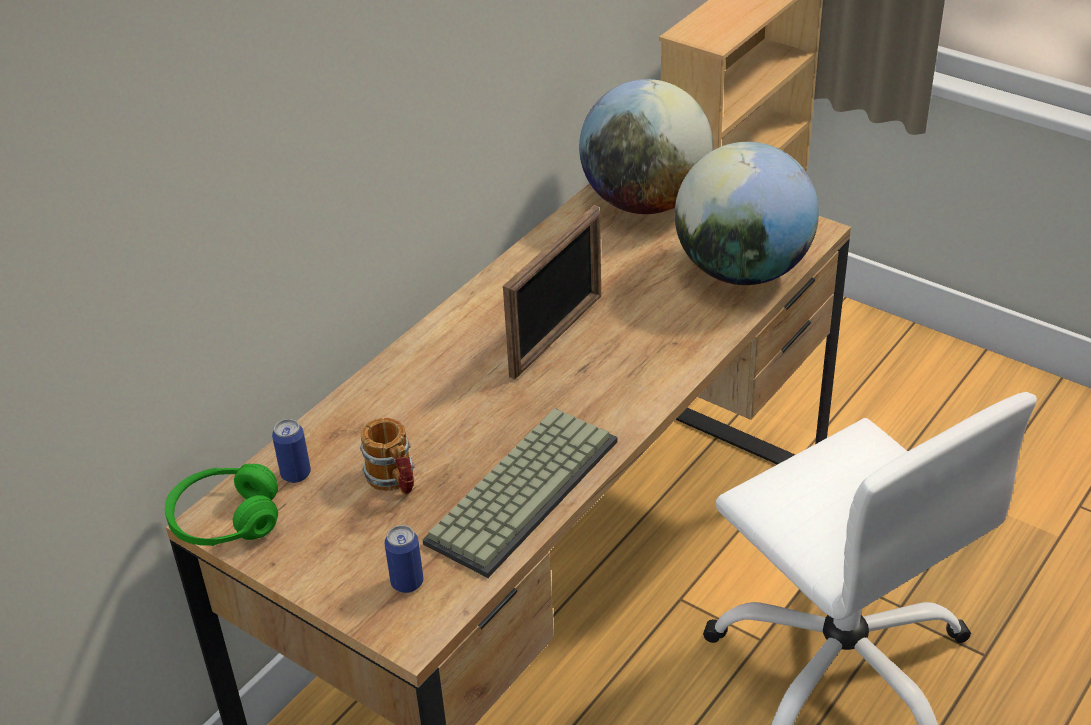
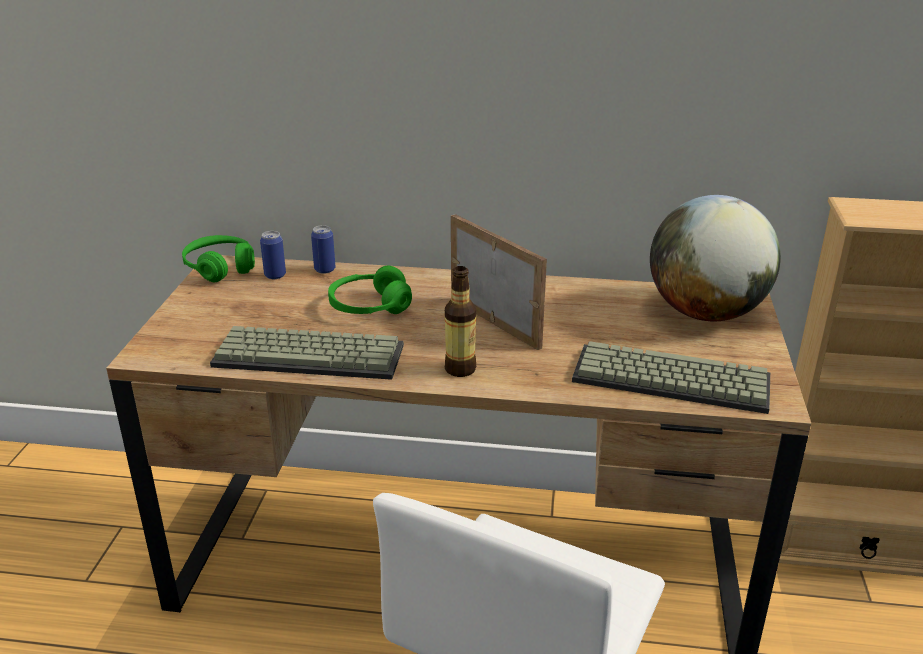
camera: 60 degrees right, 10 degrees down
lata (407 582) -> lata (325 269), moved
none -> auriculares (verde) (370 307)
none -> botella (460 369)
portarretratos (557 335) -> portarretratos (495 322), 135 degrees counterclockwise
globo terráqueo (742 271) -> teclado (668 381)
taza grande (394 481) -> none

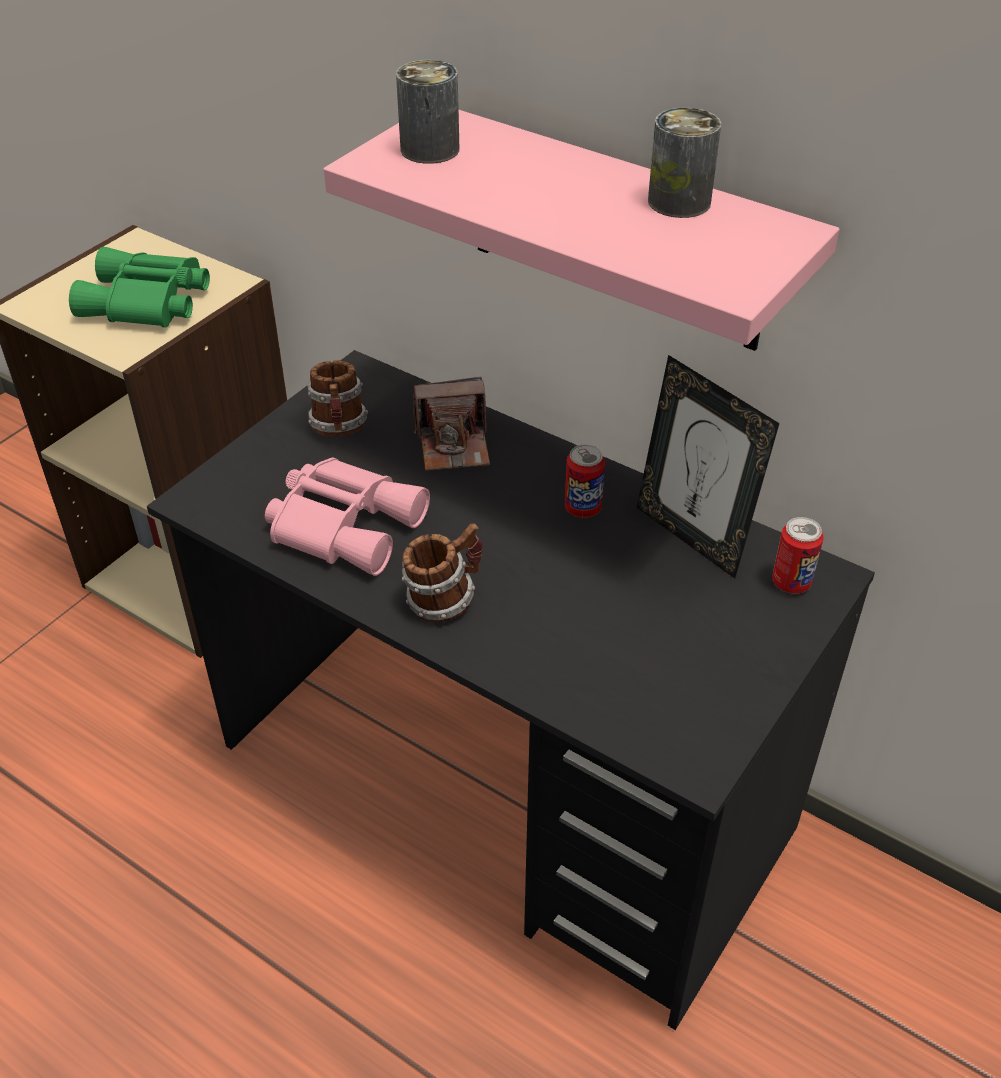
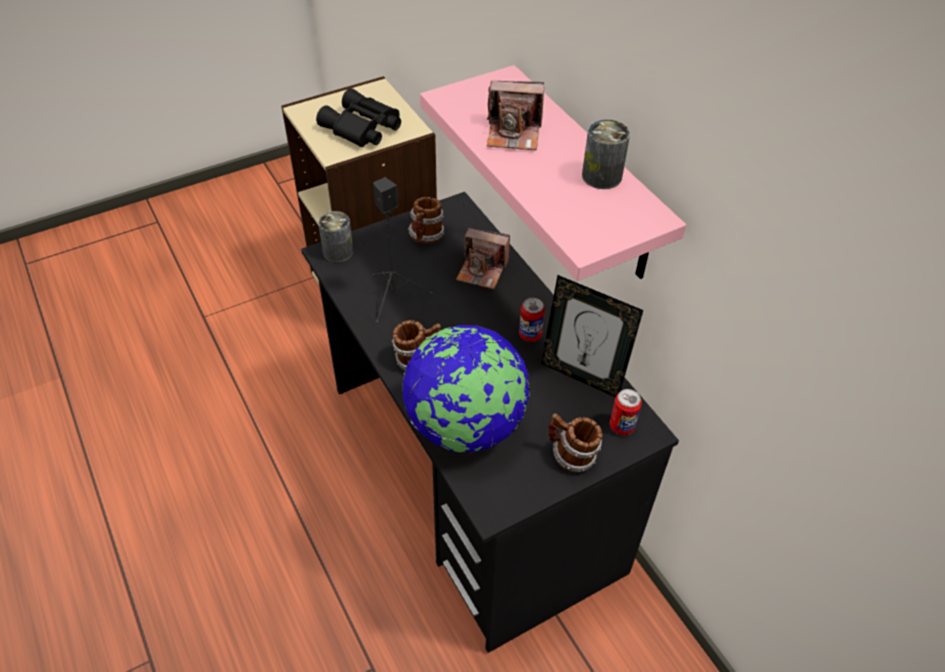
camera: 25 degrees right, 5 degrees up
prismáticos (verde) (147 303) -> prismáticos (negro) (361 128)
lata (430 149) -> lata (338 252), moved
prismáticos (rosa) (345 523) -> altavoz (negro) (394 296)
none -> globo terráqueo (465 426)
none -> cámara (514 133)
portarretratos (692 537) -> portarretratos (582 376), 45 degrees counterclockwise
none -> taza grande (571 456)

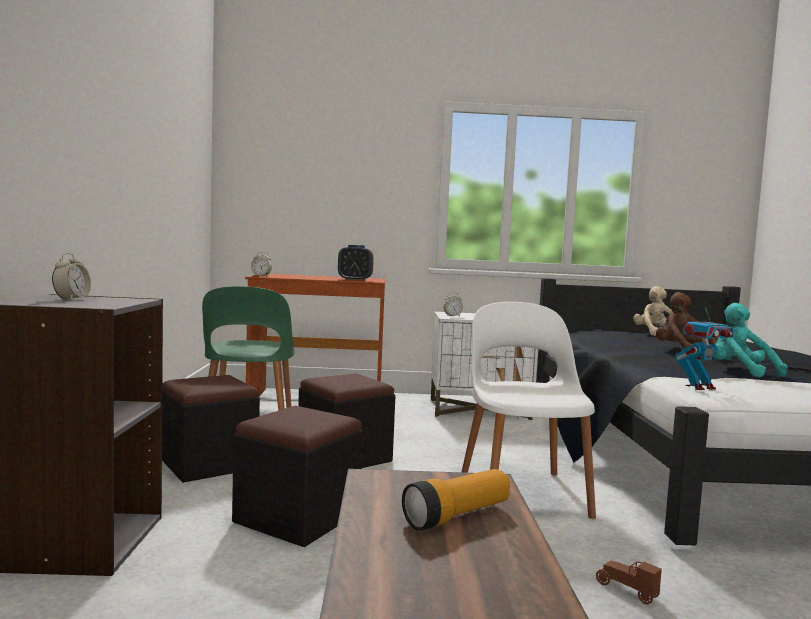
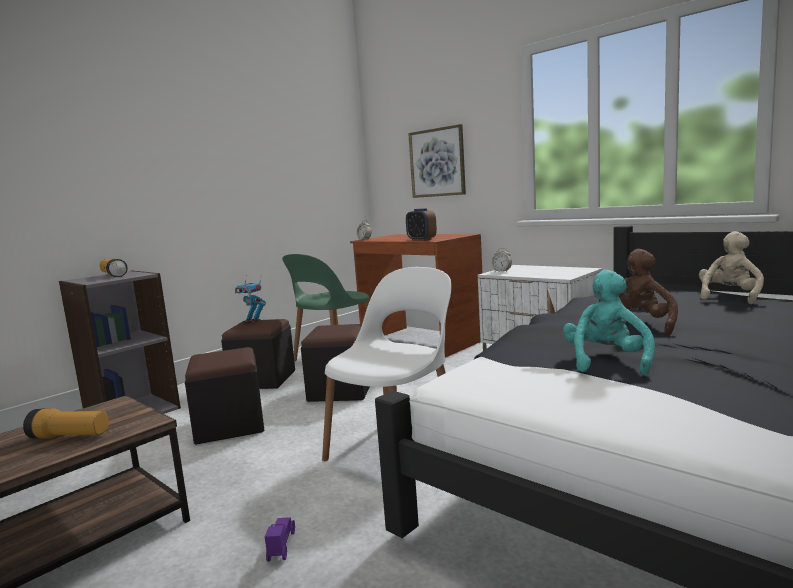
camera: 45 degrees right, 5 degrees up
despertador (72 299) -> linterna (113 275)
robot de juguete (700 387) -> robot de juguete (253 320), moved
coche de juguete (marrón) (626 590) -> coche de juguete (morado) (281 546)
none -> cuadro (437 162)

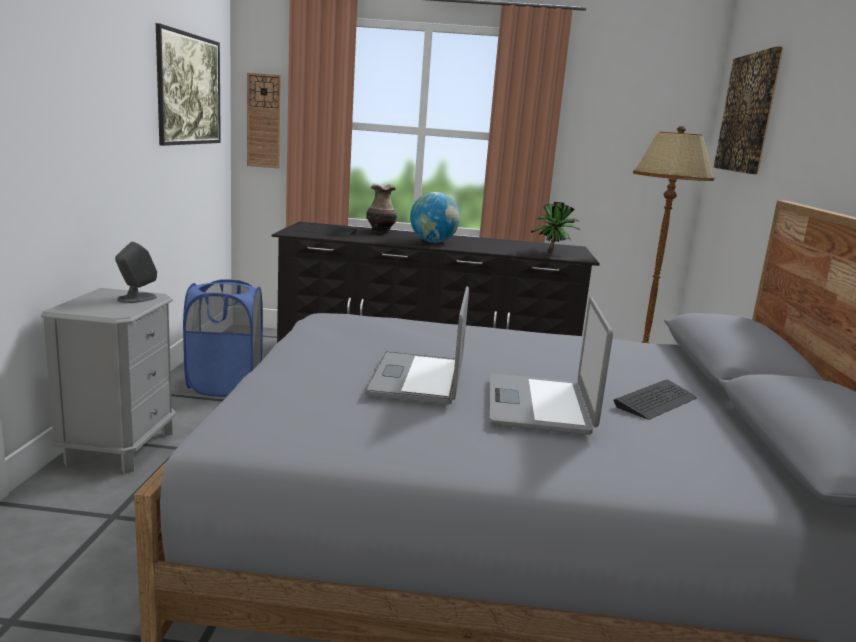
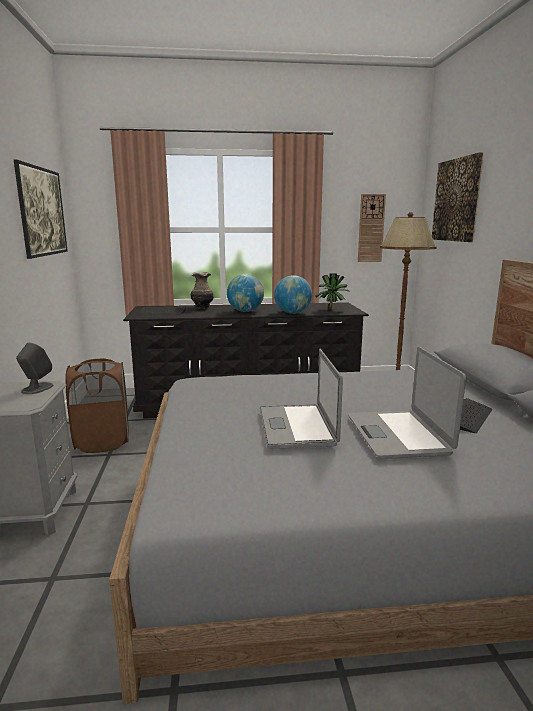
camera: 10 degrees left, 0 degrees up
cesto de la ropa (azul) (225 385) -> cesto de la ropa (marrón) (103 441)
none -> globo terráqueo (292 313)
reloj de pared (264 121) -> reloj de pared (371 228), moved

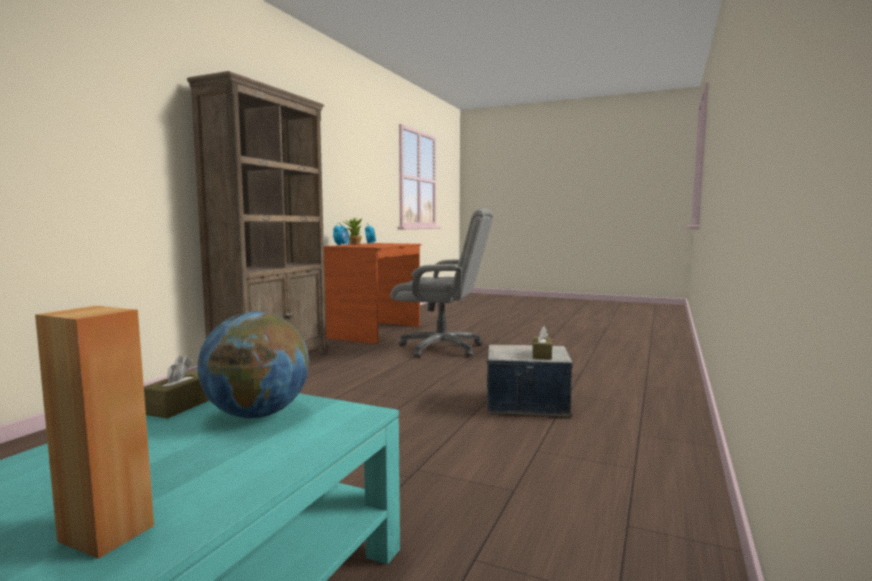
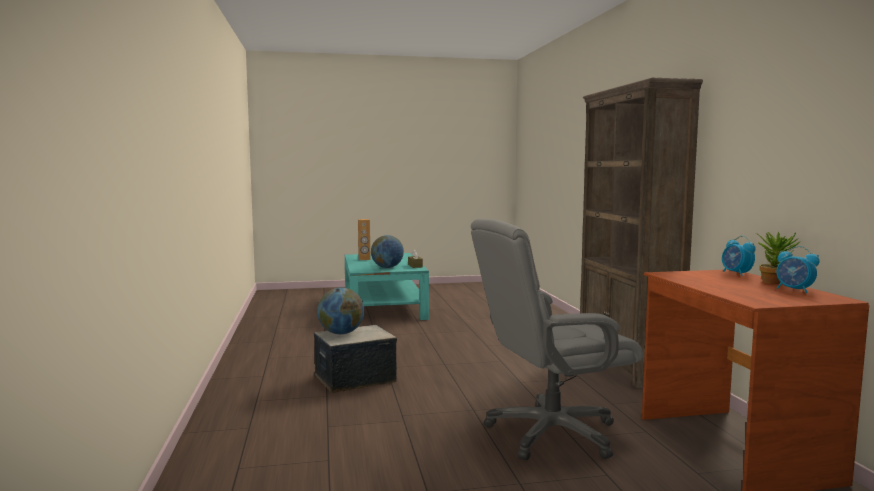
camera: 145 degrees right, 0 degrees up
caja de pañuelos (marrón) (541 354) -> globo terráqueo (341 333)

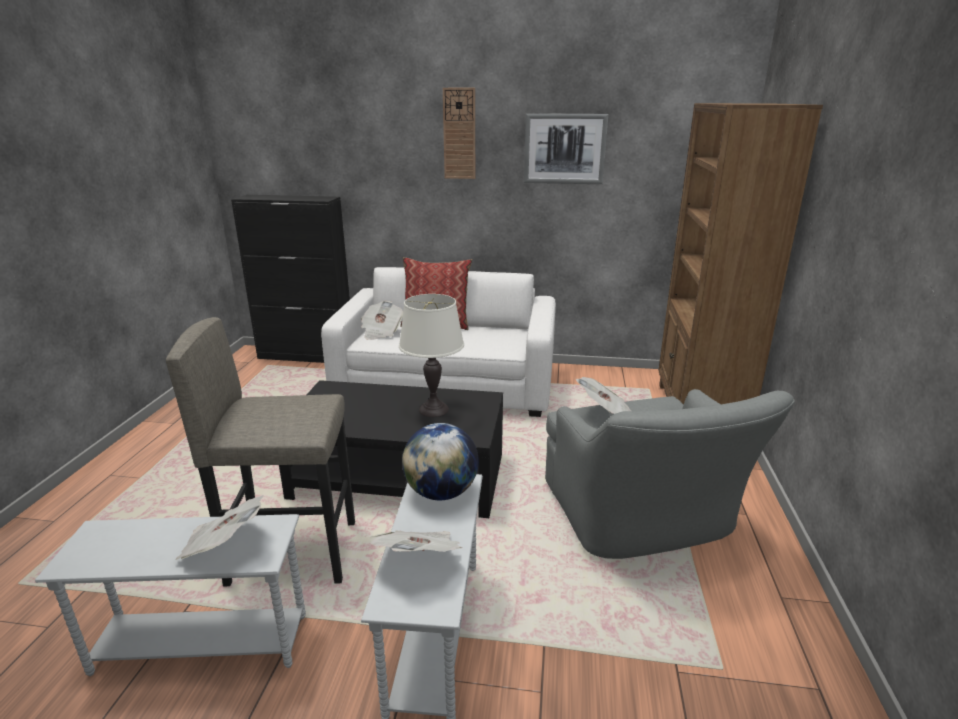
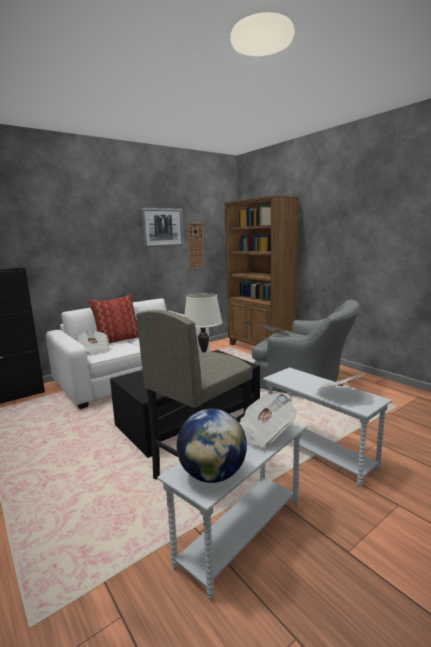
camera: 45 degrees left, 10 degrees down
globo terráqueo (441 492) -> globo terráqueo (212 475), moved
reloj de pared (459 134) -> reloj de pared (195 246), moved

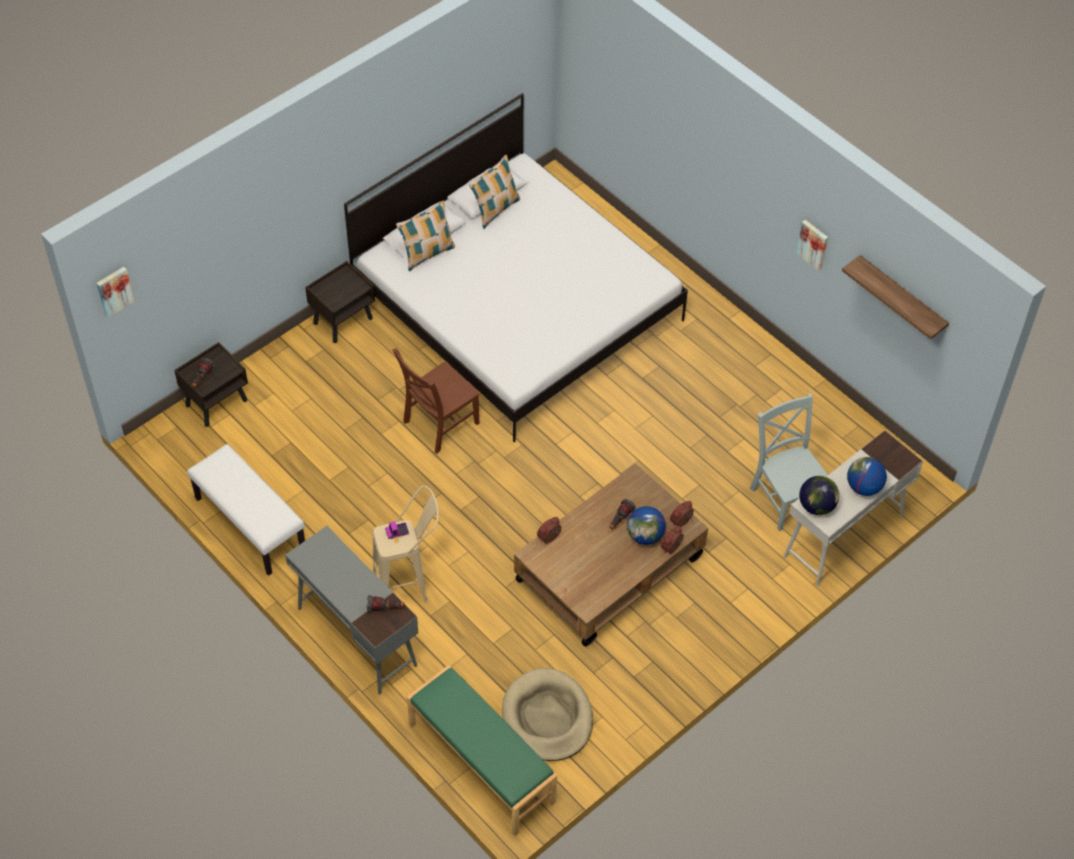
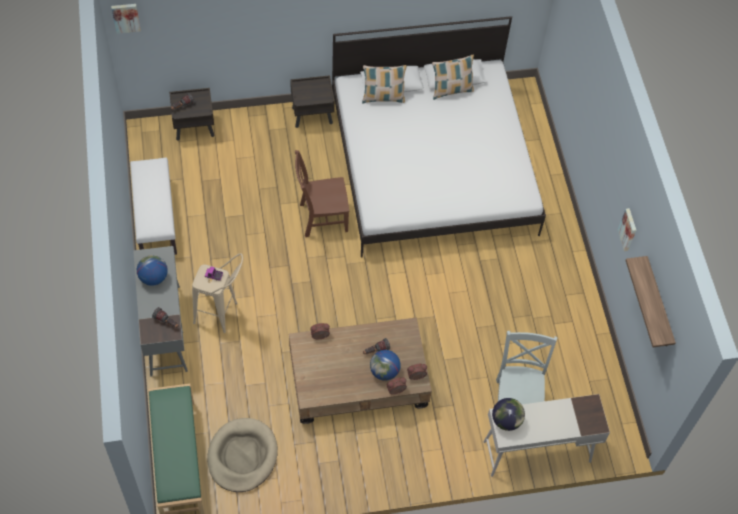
camera: 30 degrees right, 5 degrees up
globo terráqueo (863 487) -> globo terráqueo (153 277), moved

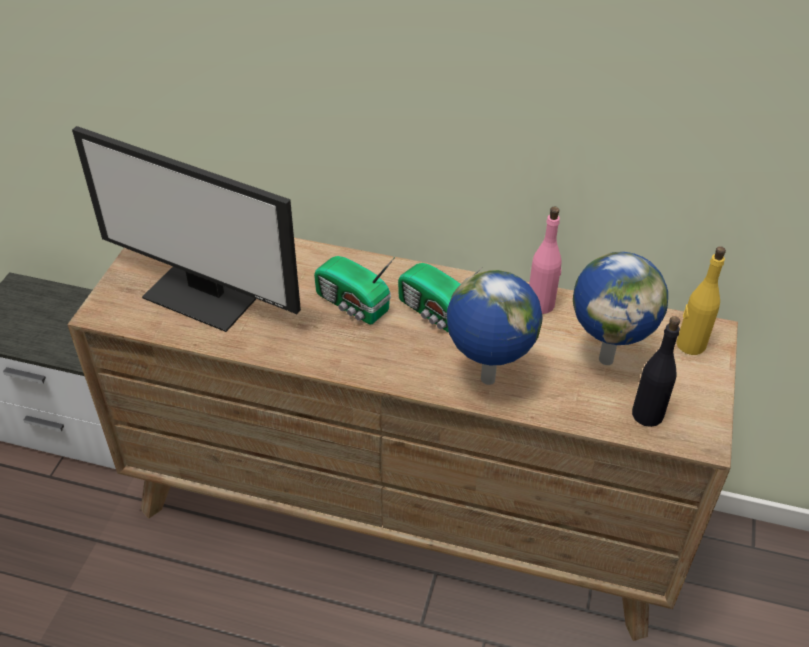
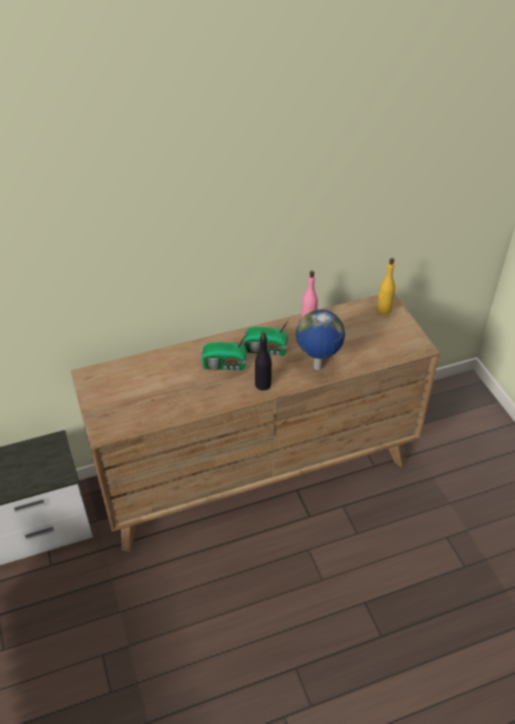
camera: 35 degrees left, 0 degrees up
botella (negro) (647 414) -> botella (negro) (262 384), moved
monitor (204 294) -> none
globo terráqueo (606 358) -> none

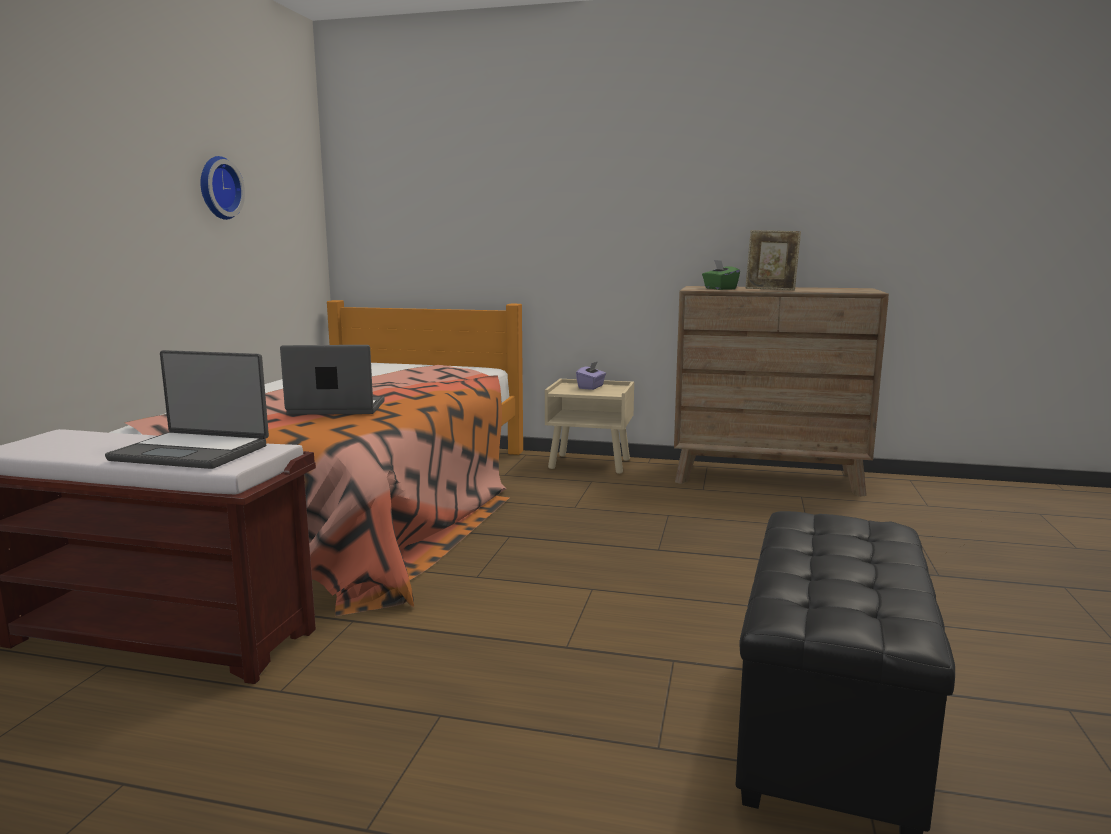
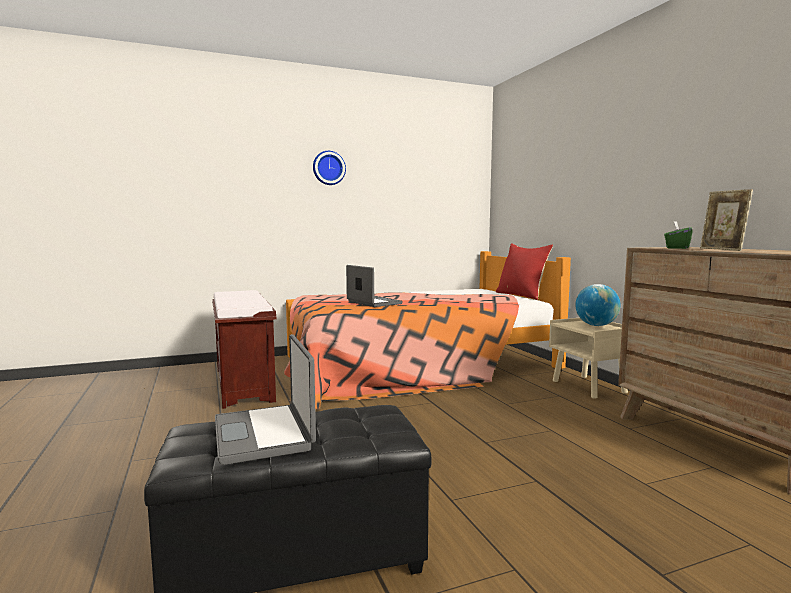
camera: 55 degrees right, 5 degrees down
portátil (193 452) -> portátil (265 434), moved
reloj de pared (217 188) -> reloj de pared (328 168), moved
none -> cojín (rojo) (522 295)
caja de pañuelos (morado) (591 387) -> globo terráqueo (596 325)

